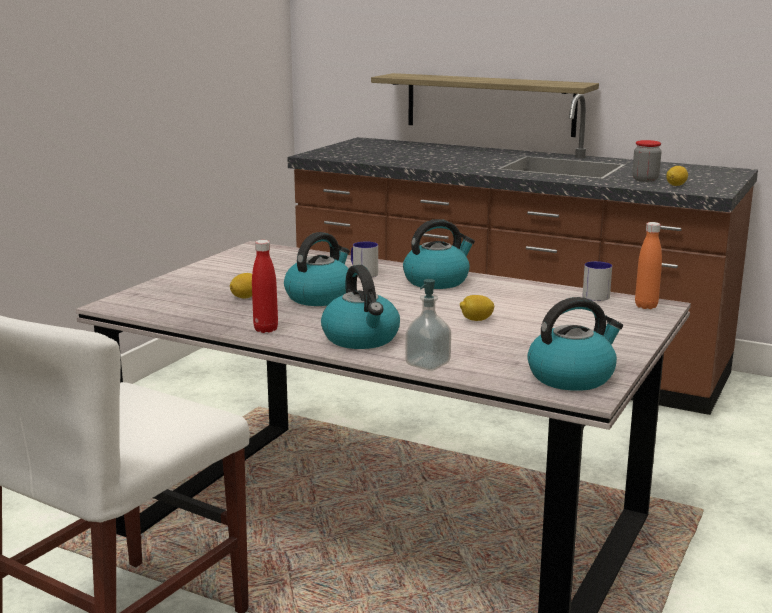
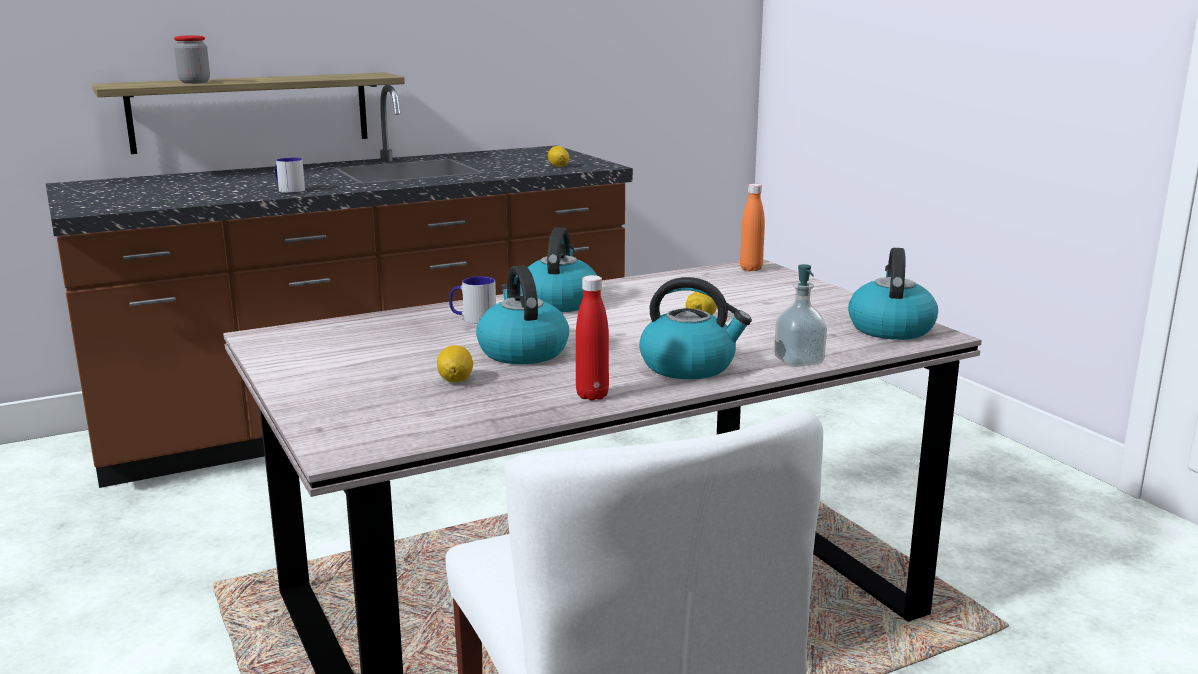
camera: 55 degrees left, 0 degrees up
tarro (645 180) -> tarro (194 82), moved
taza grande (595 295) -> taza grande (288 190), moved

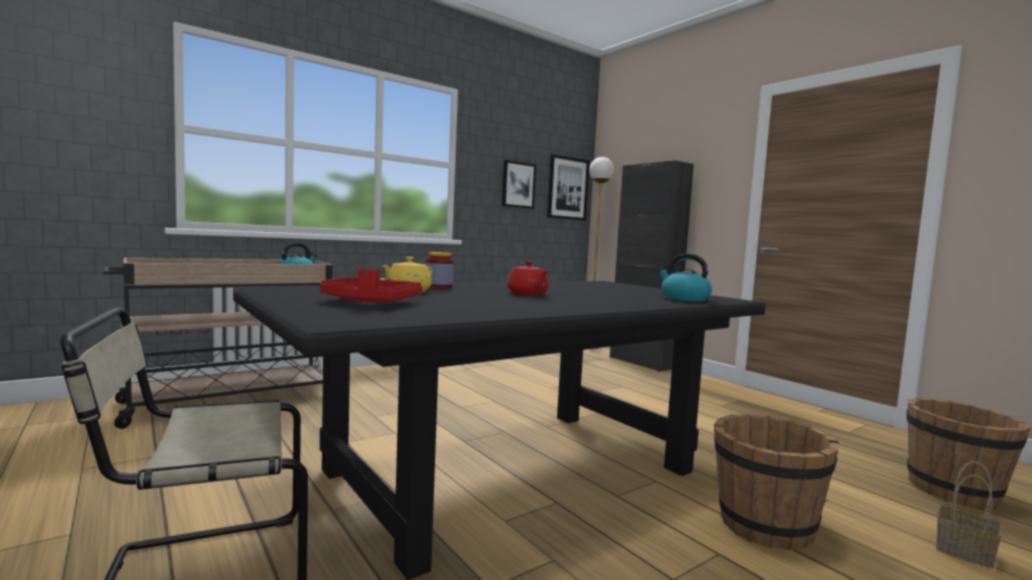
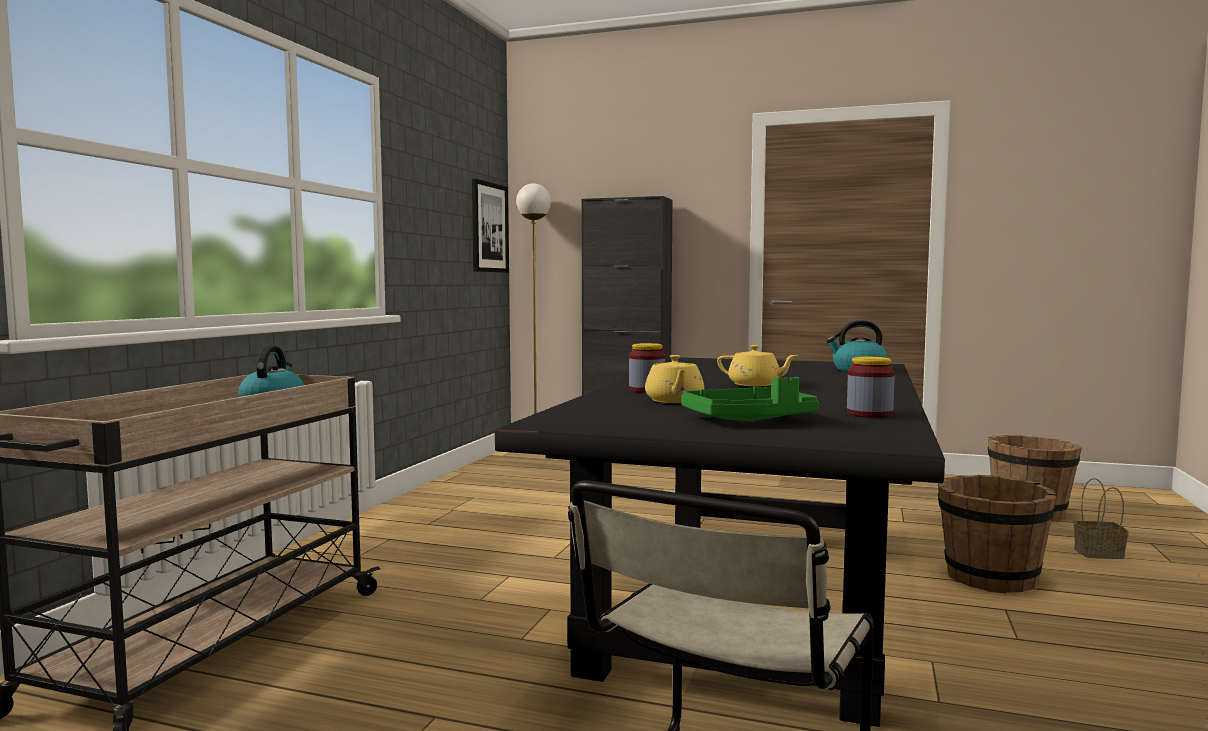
camera: 35 degrees left, 0 degrees up
bandeja (rojo) (369 302) -> bandeja (verde) (748 419)
tetera (rojo) (527 294) -> tetera (amarillo) (755 385)
none -> tarro (869 414)
cuadro (518 185) -> none

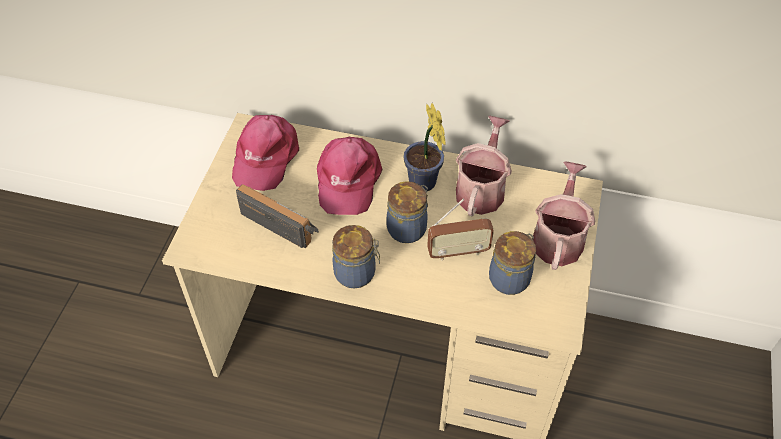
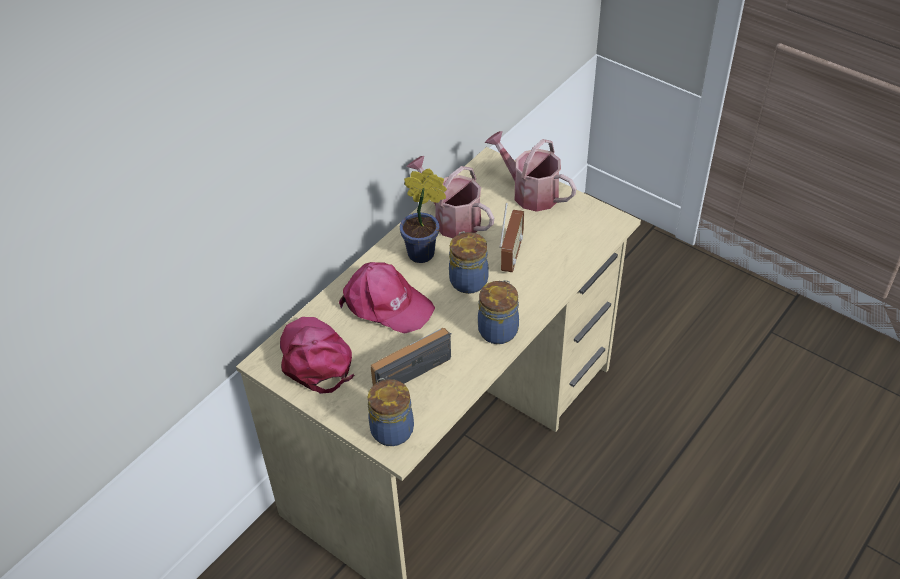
camera: 65 degrees left, 5 degrees down
gorra (rosa) (265 157) -> gorra (rosa) (315 358), 150 degrees counterclockwise
tarro (510 278) -> tarro (391 429), moved

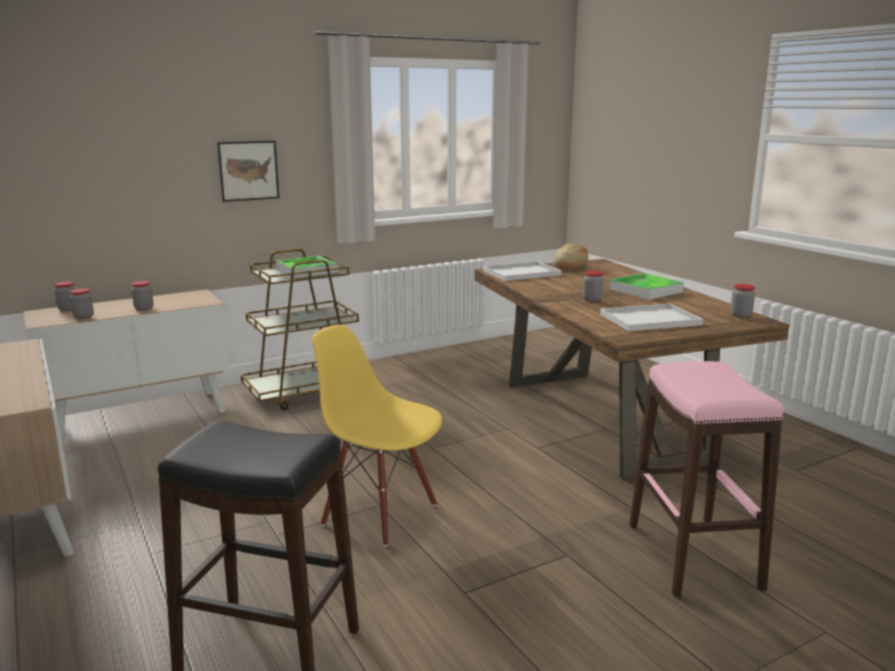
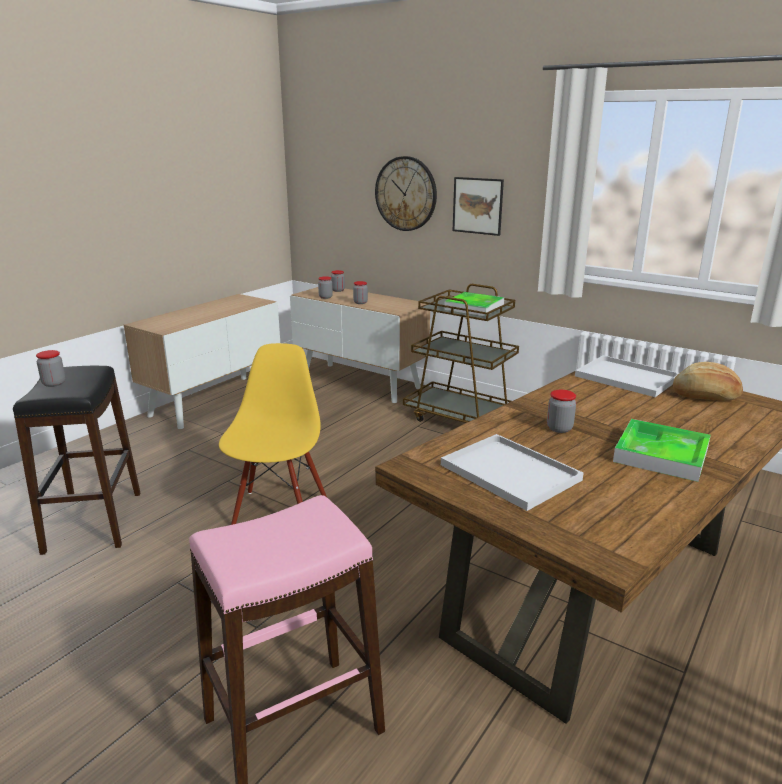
camera: 65 degrees right, 5 degrees up
tarro (740 315) -> tarro (54 383), moved
none -> reloj de pared (406 194)

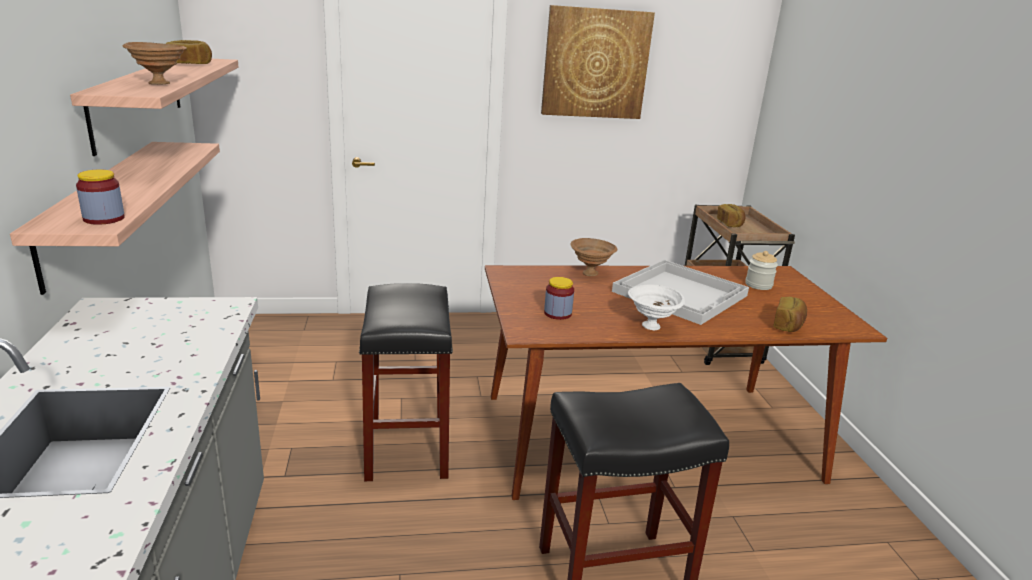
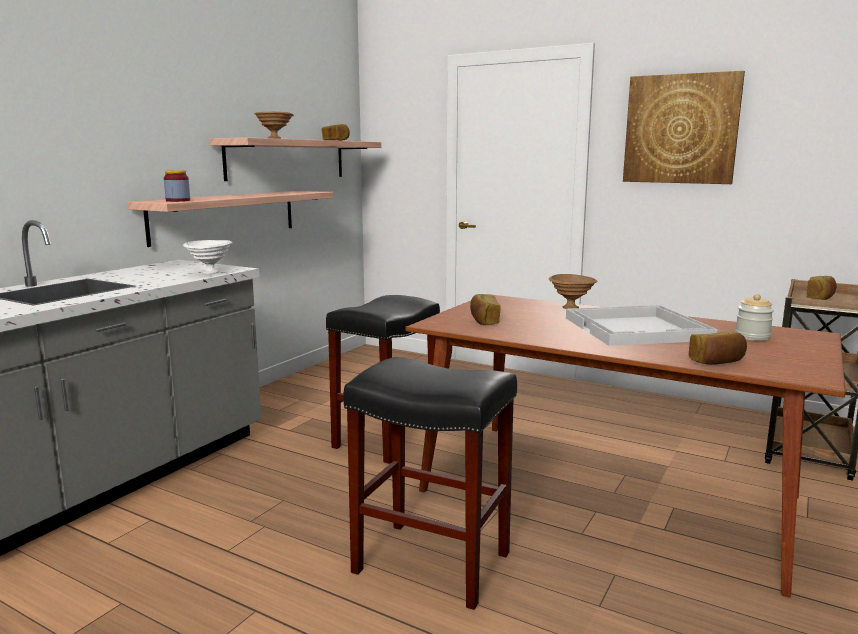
camera: 40 degrees right, 10 degrees down
cuenco (blanco) (652 327) -> cuenco (blanco) (210 273), moved
tarro (557 313) -> pan (484 320)

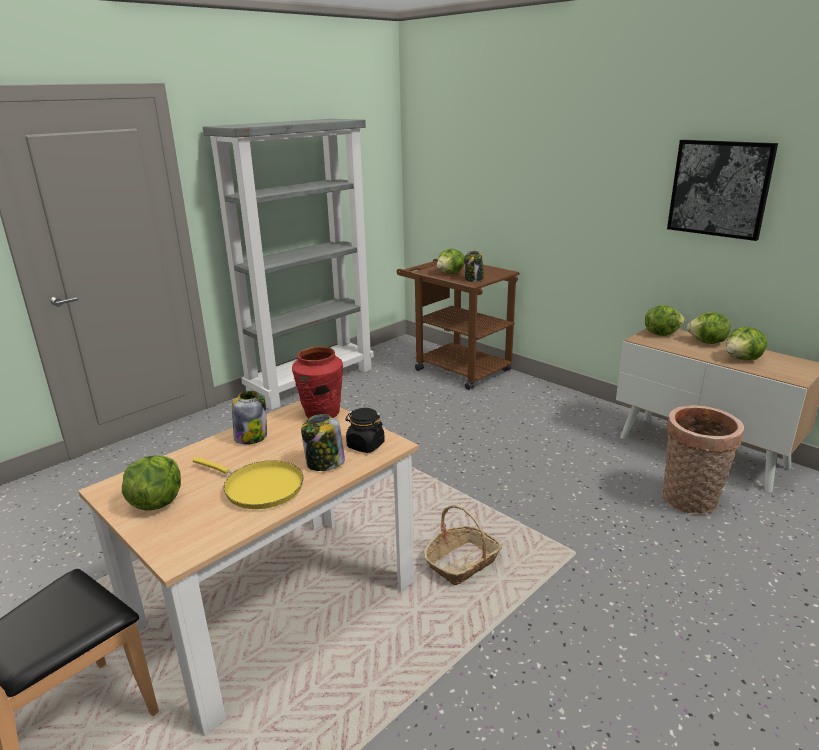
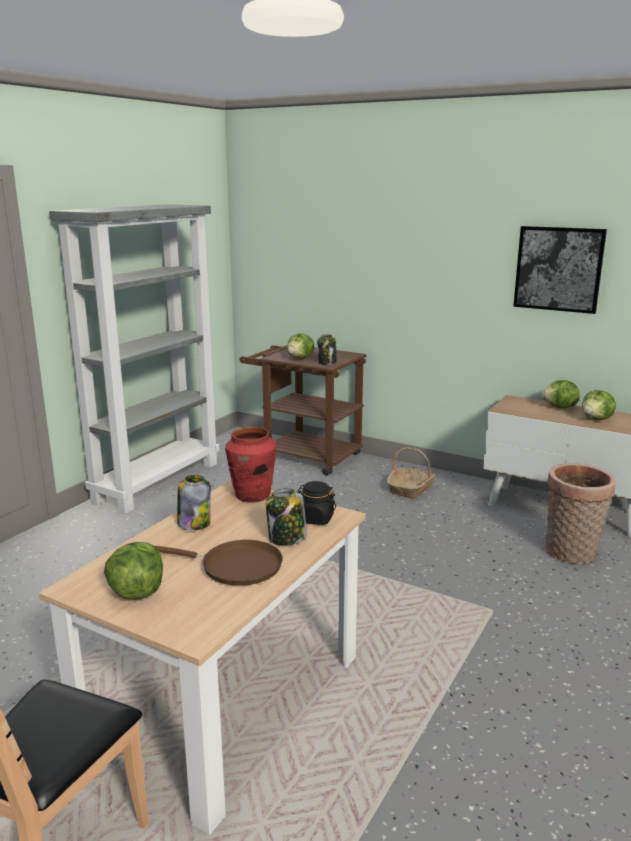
camera: 15 degrees left, 5 degrees down
sartén (amarillo) (259 487) -> sartén (marrón) (236 567)
cesta (462 563) -> cesta (411 489), moved
lechuga (661 334) -> none

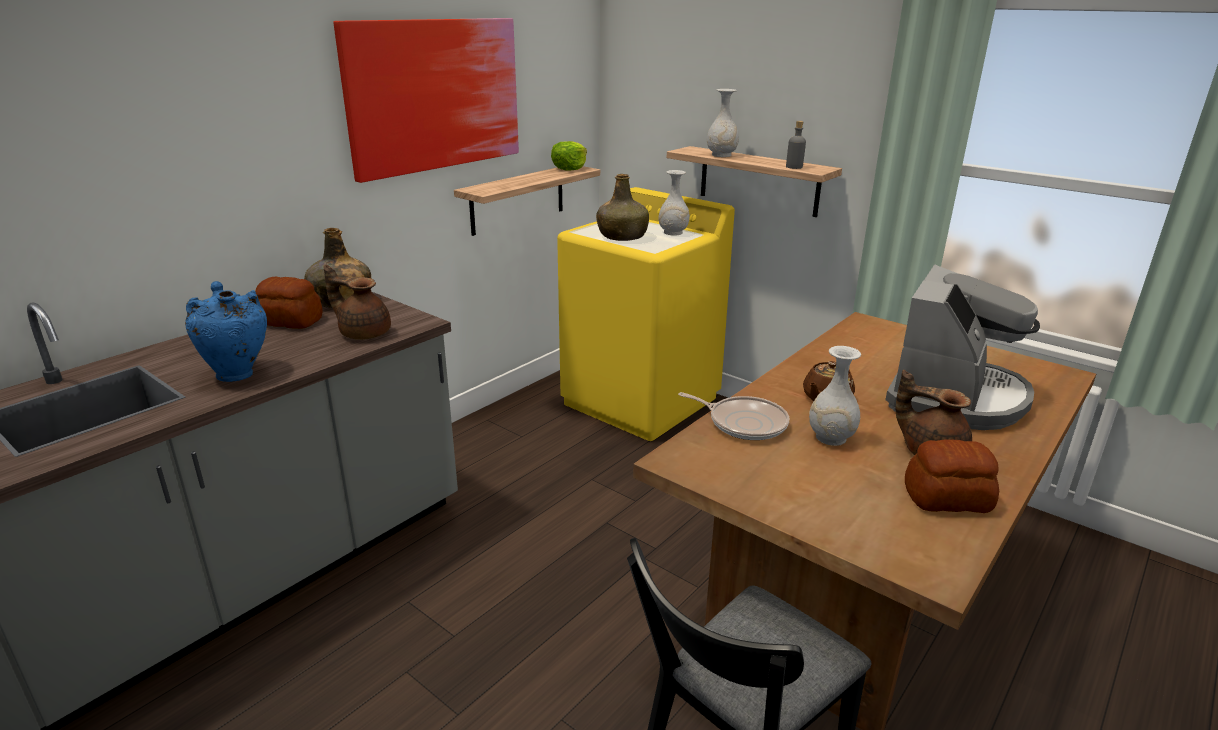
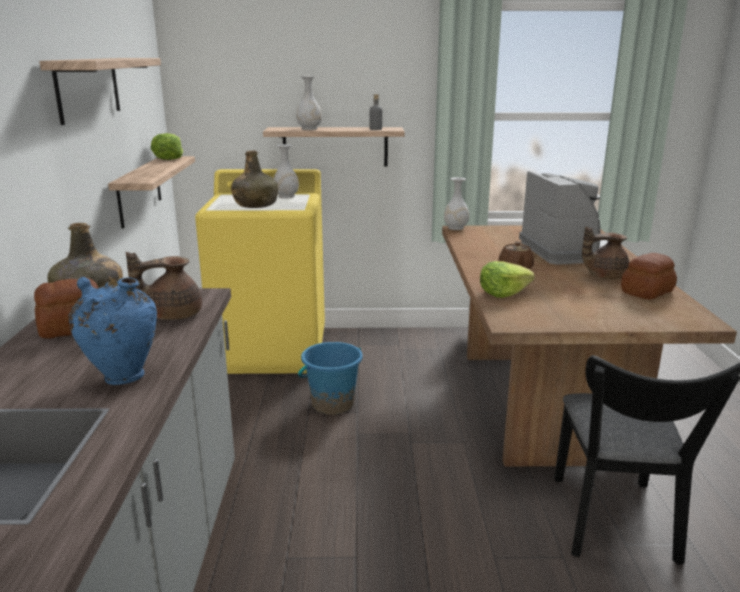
camera: 40 degrees left, 5 degrees down
cuadro (435 95) -> estante (88 88)
none -> cubo (azul) (332 404)
florero (blanco) (830 437) -> florero (blanco) (455 228), moved
sartén (744 423) -> lechuga (503 293)

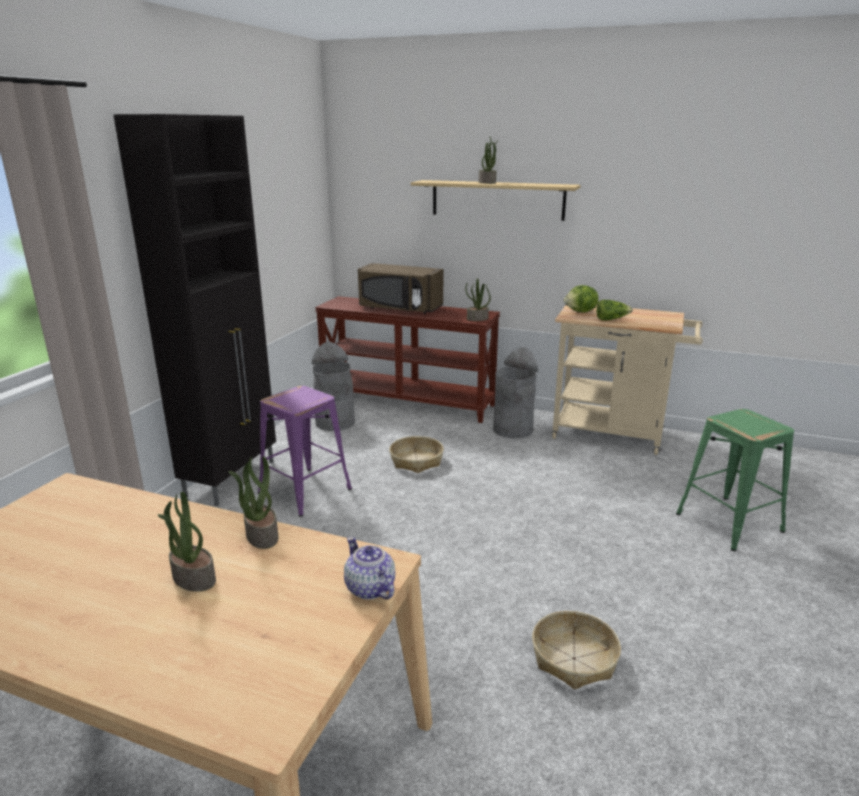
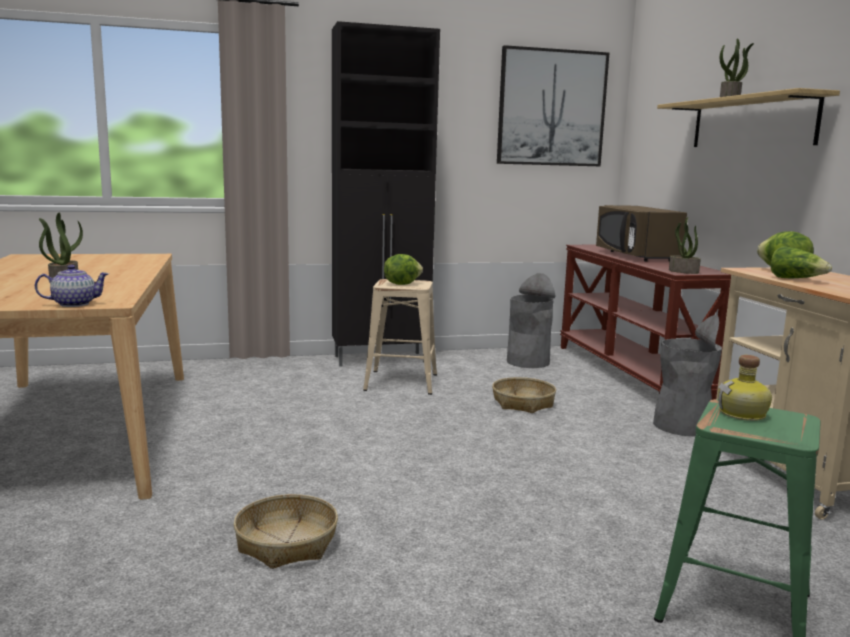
camera: 55 degrees right, 10 degrees down
tetera (370 589) -> tetera (74 304), 45 degrees clockwise
taburete (morado) (305 491) -> taburete (beis) (401 382)
none -> lechuga (401 284)
none -> cuadro (551 108)
none -> botella (743 414)
planta en maceta (261 535) -> none

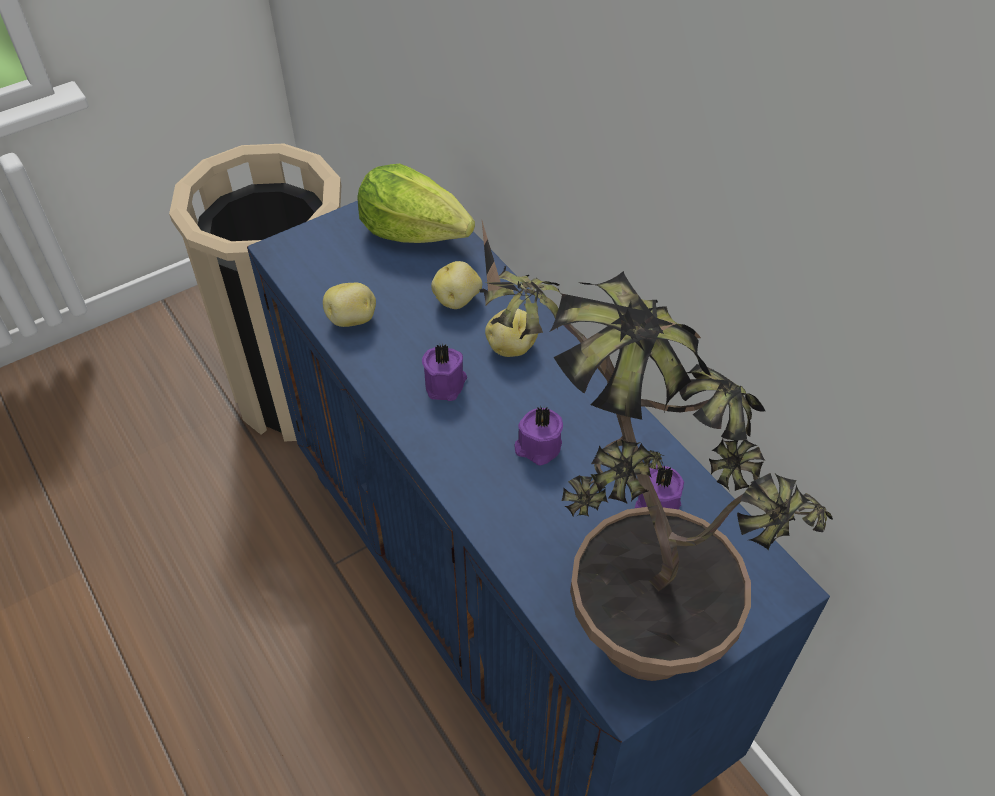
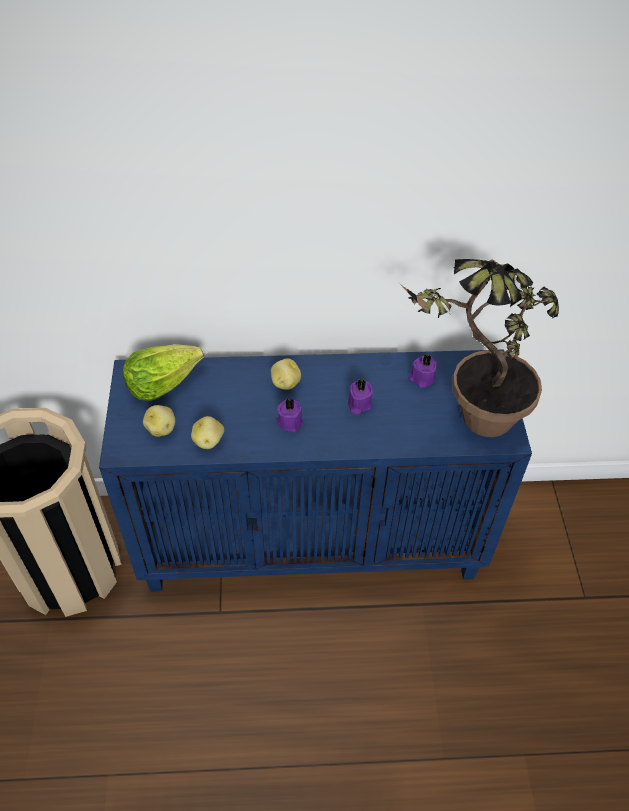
camera: 60 degrees left, 0 degrees up
patata (457 300) -> patata (161 428), moved

